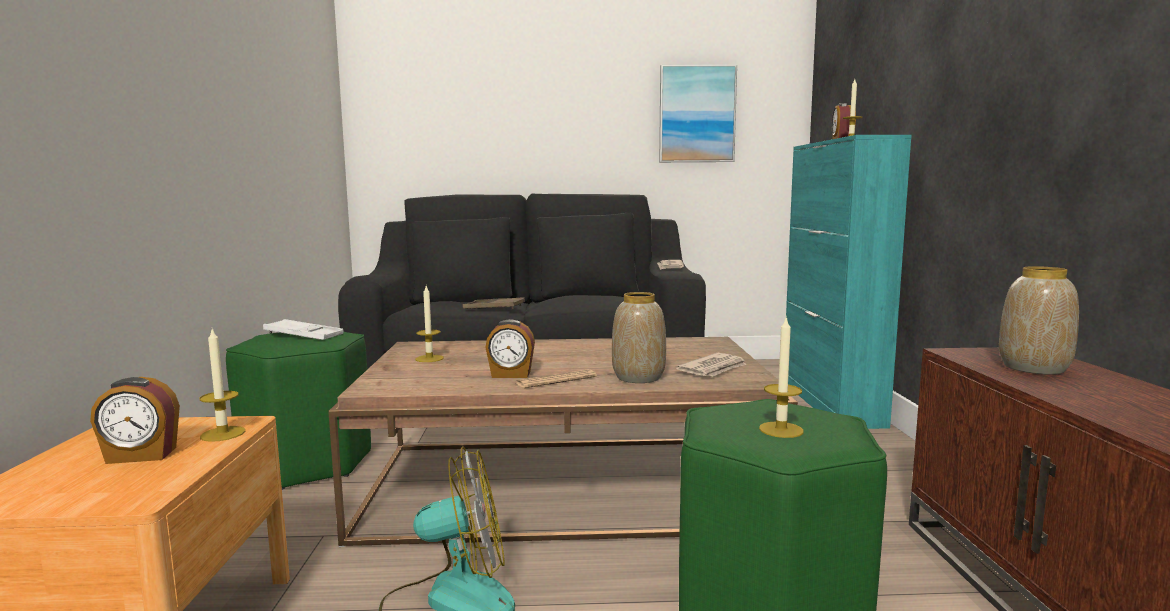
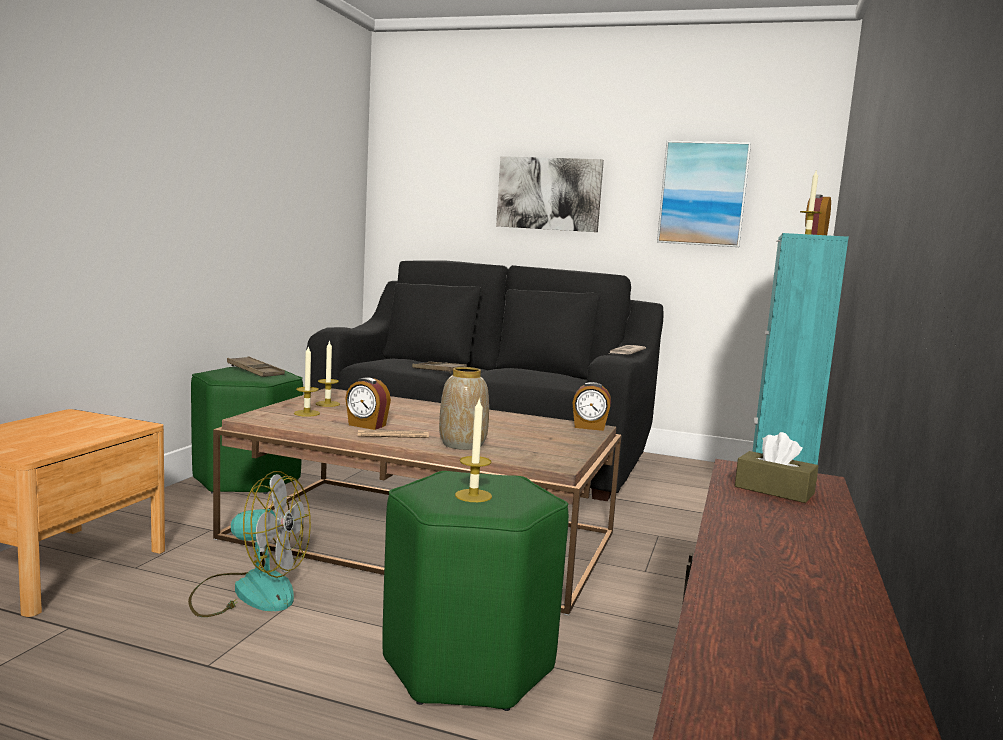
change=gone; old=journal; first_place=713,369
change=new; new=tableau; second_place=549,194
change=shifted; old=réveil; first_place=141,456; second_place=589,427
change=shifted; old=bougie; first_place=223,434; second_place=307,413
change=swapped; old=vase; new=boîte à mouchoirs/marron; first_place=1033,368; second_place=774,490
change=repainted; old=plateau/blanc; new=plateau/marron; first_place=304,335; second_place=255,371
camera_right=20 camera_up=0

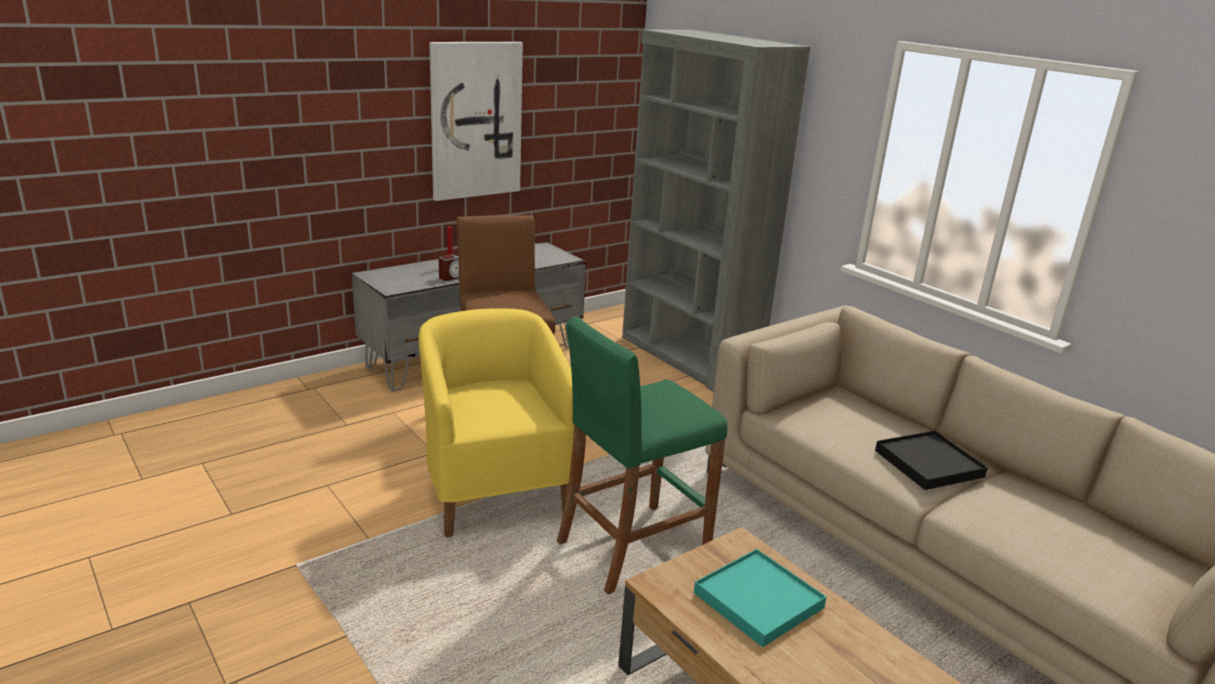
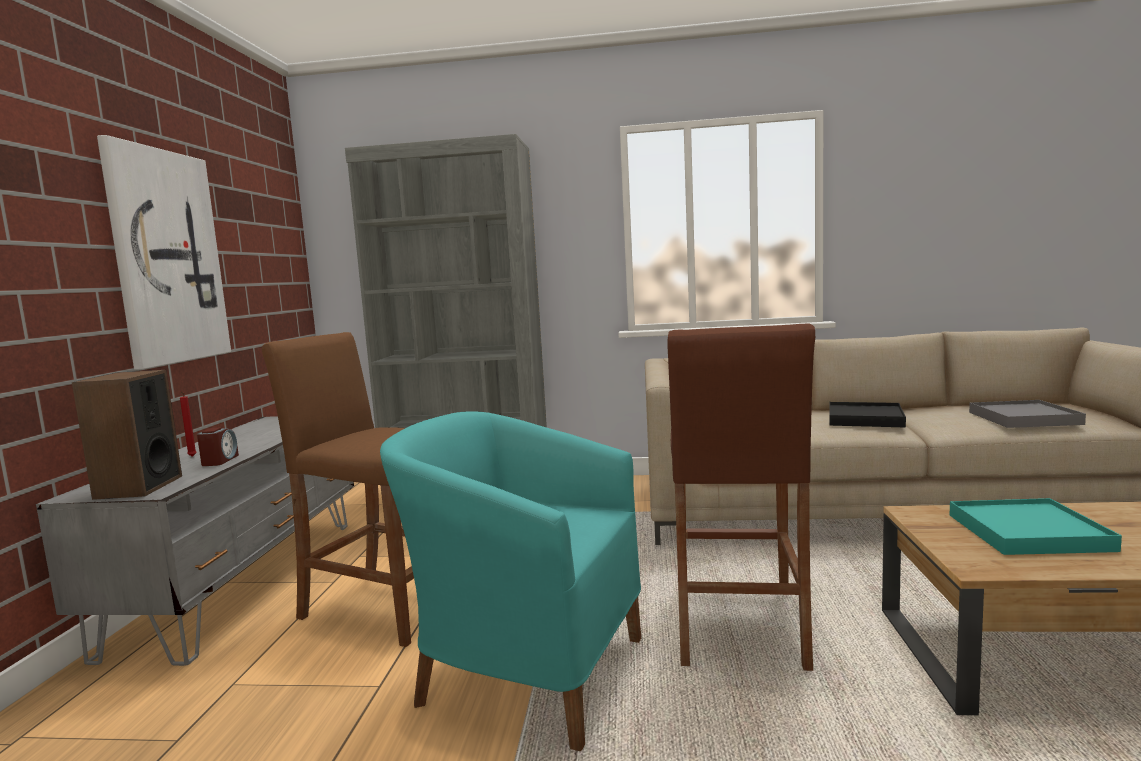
change=new; new=enceinte; second_place=138,487
change=new; new=plateau/gris; second_place=1023,418
change=repainted; old=fauteuil/jaune; new=fauteuil/turquoise; first_place=494,490; second_place=526,671
change=repainted; old=tabouret/vert; new=tabouret/marron; first_place=632,547; second_place=737,625
camera_right=-45 camera_up=-15

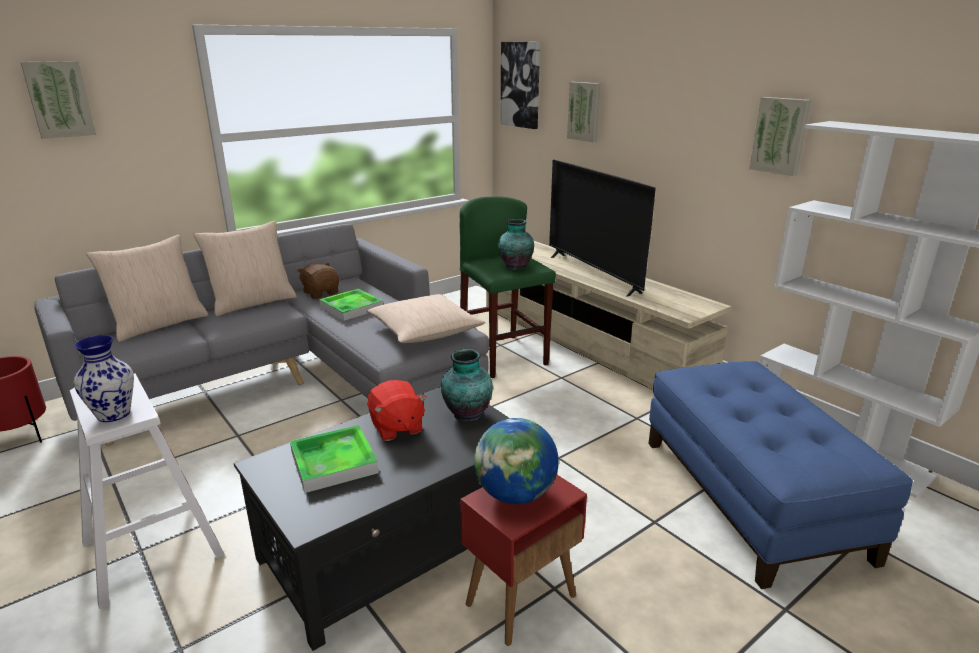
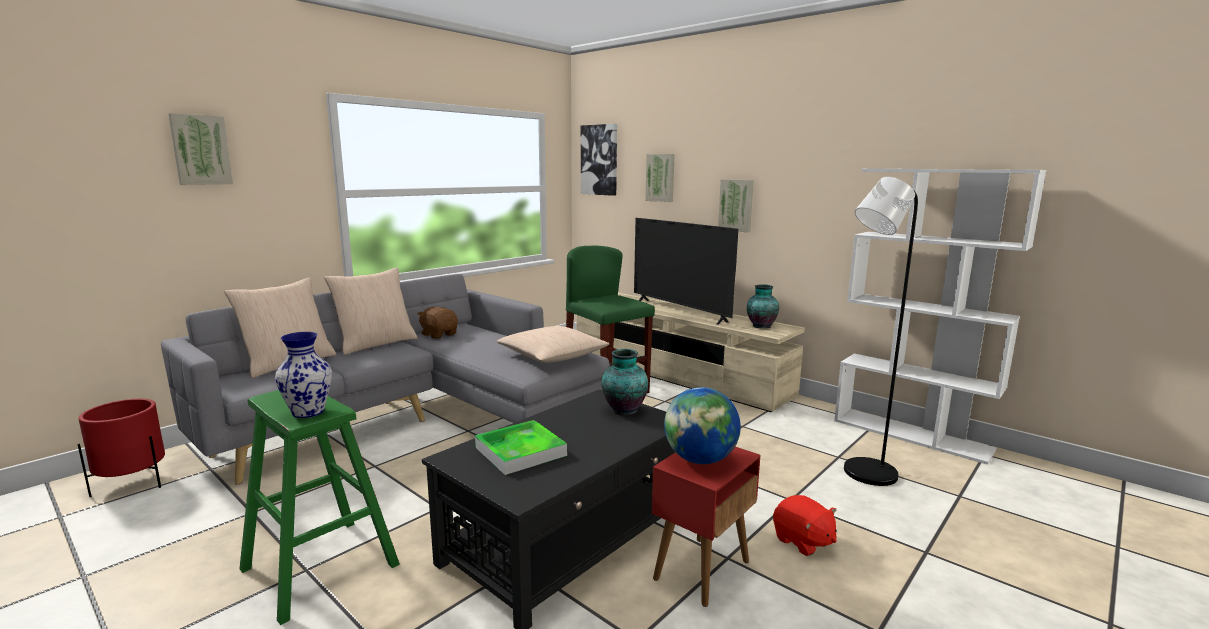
change=gone; old=plateau; first_place=351,308
change=shifted; old=peluche/rouge; first_place=396,427; second_place=803,541
change=shifted; old=vase; first_place=515,266; second_place=760,326
change=shifted; old=tableau; first_place=780,135; second_place=736,205
change=swapped; old=pouf/bleu; new=lampadaire/noir; first_place=752,497; second_place=862,474
change=repainted; old=tabouret/blanc; new=tabouret/vert; first_place=152,548; second_place=320,567
camera_right=-10 camera_up=-10

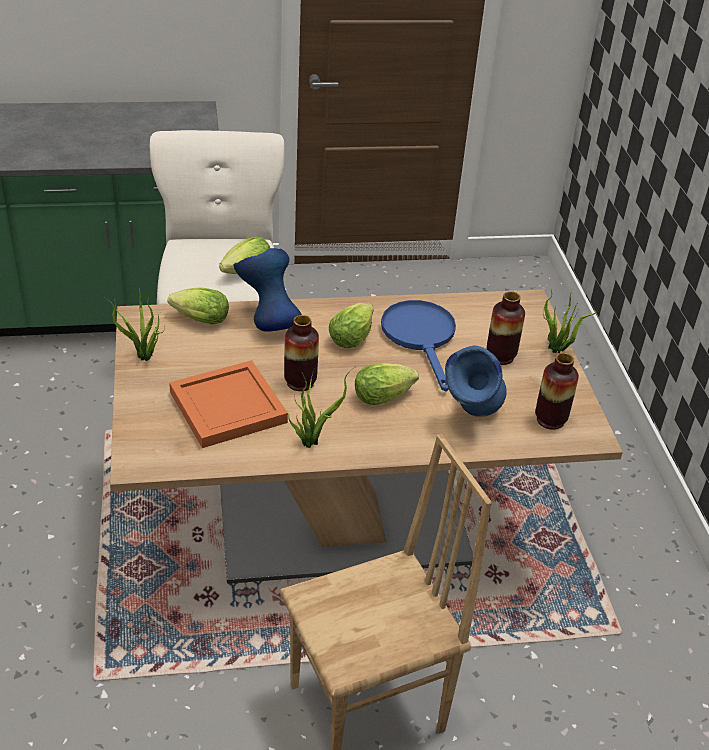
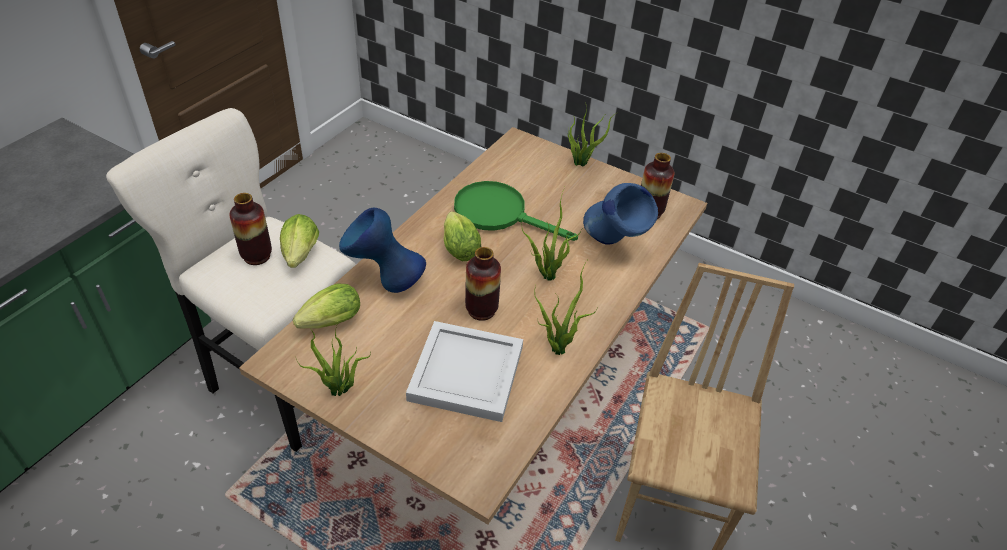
change=shifted; old=vase; first_place=500,356; second_place=257,256
change=swapped; old=laitue; new=plante en pot; first_place=386,396; second_place=546,274
change=repainted; old=plateau/orange; new=plateau/blanc; first_place=226,406; second_place=464,374
change=repainted; old=poêle/bleu; new=poêle/vert; first_place=421,337; second_place=499,213
camera_right=-50 camera_up=5

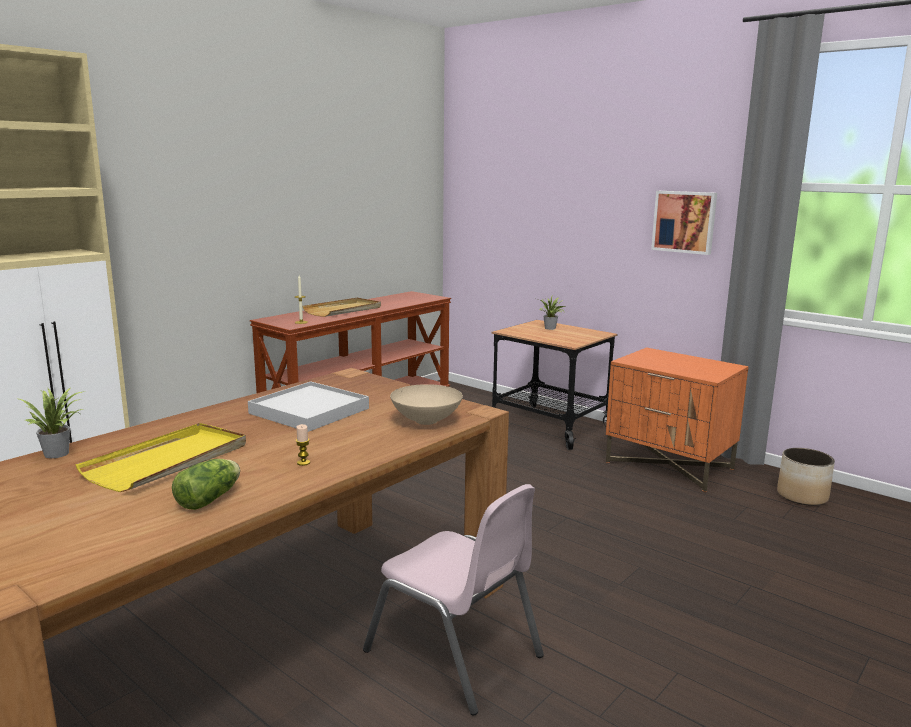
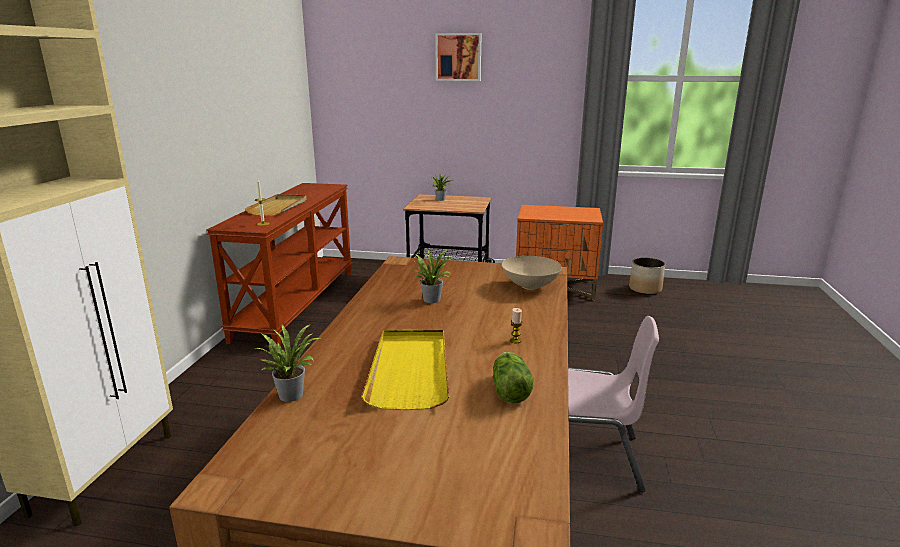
change=shifted; old=tableau; first_place=684,222; second_place=458,57
change=swapped; old=plateau/blanc; new=plante en pot; first_place=309,411; second_place=432,299
camera_right=-30 camera_up=5

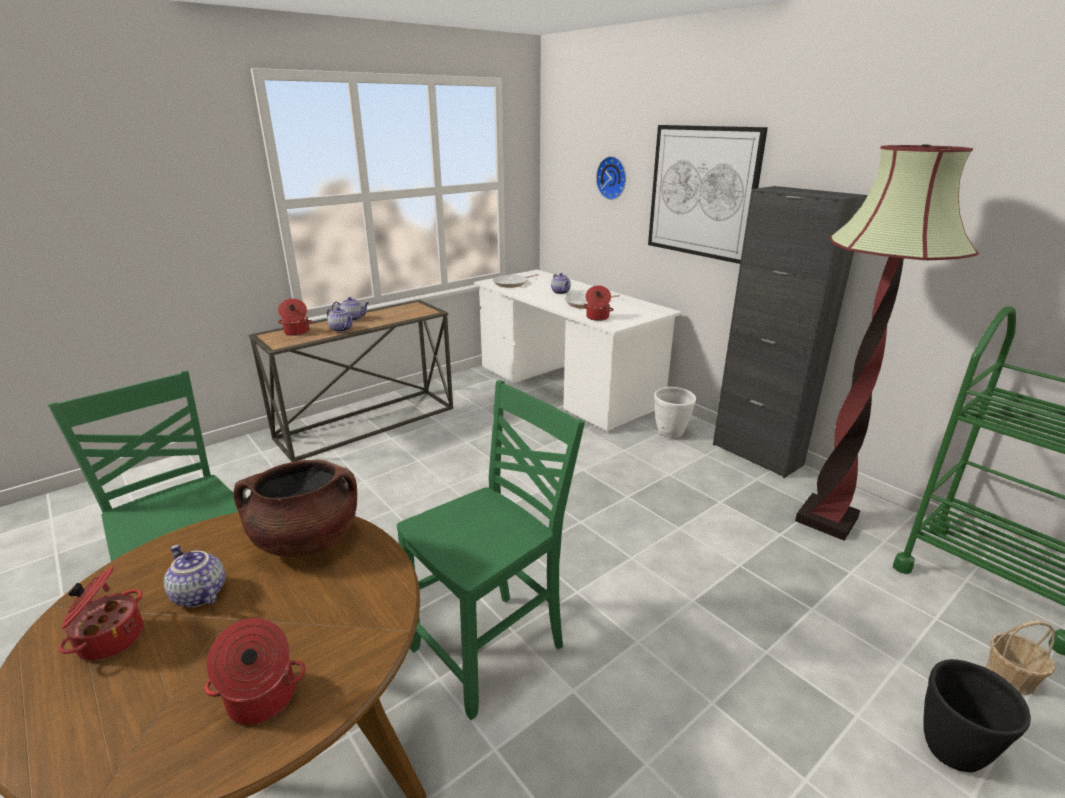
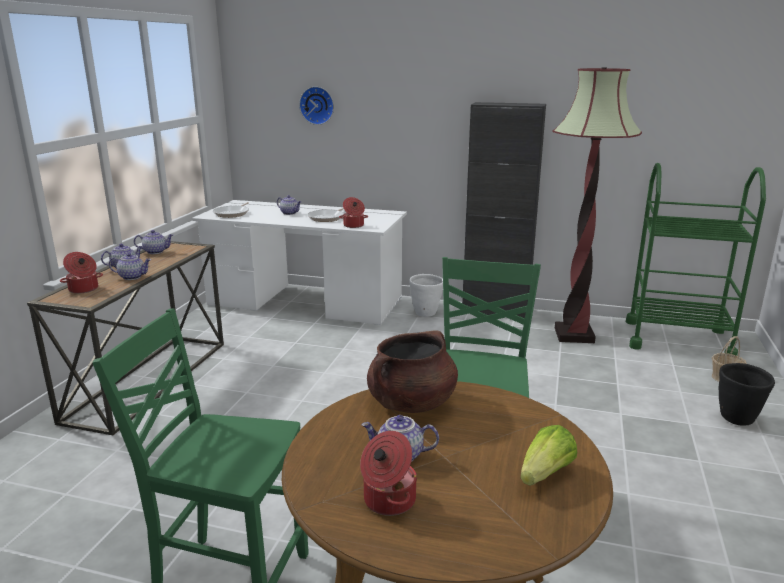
change=gone; old=tableau; first_place=702,192
change=new; new=théière; second_place=155,251
change=swapped; old=marmite; new=laitue; first_place=261,699; second_place=545,474
camera_right=-35 camera_up=-5

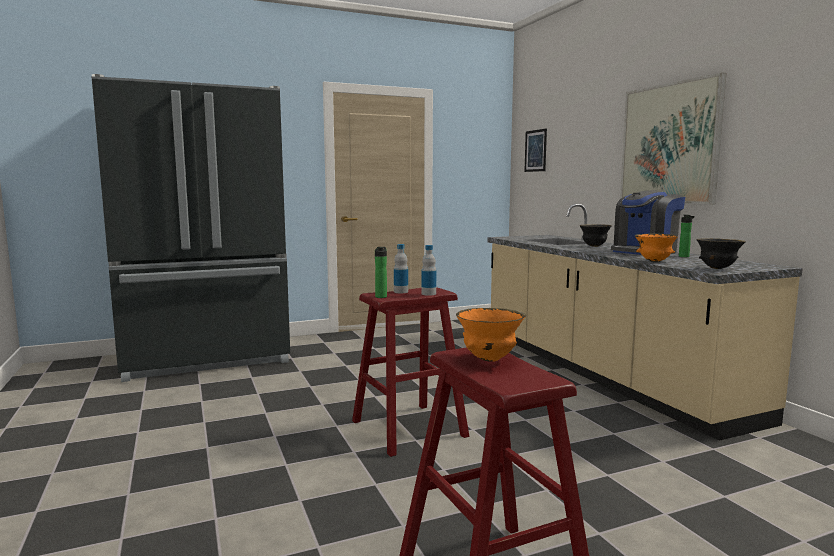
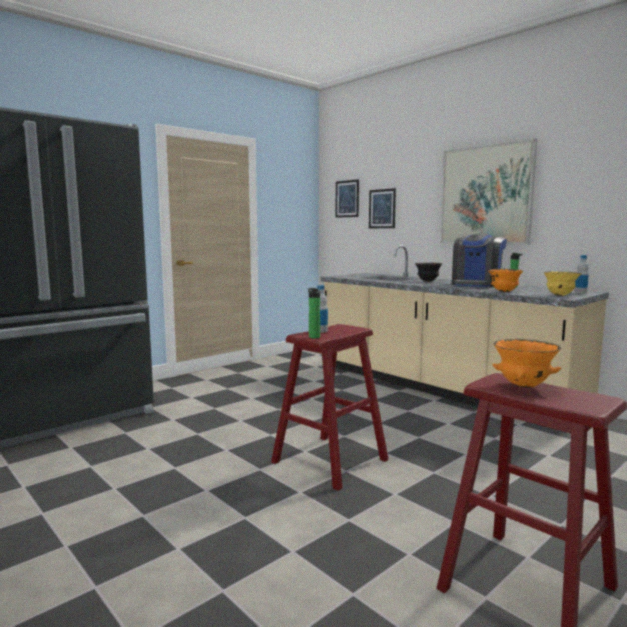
change=new; new=tableau; second_place=382,208
change=shifted; old=bouteille; first_place=428,294; second_place=580,292
change=repainted; old=bol/noir; new=bol/jaune; first_place=717,268; second_place=560,295
camera_right=-20 camera_up=0

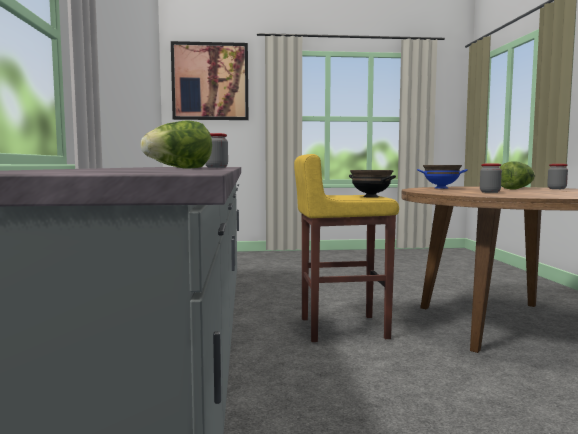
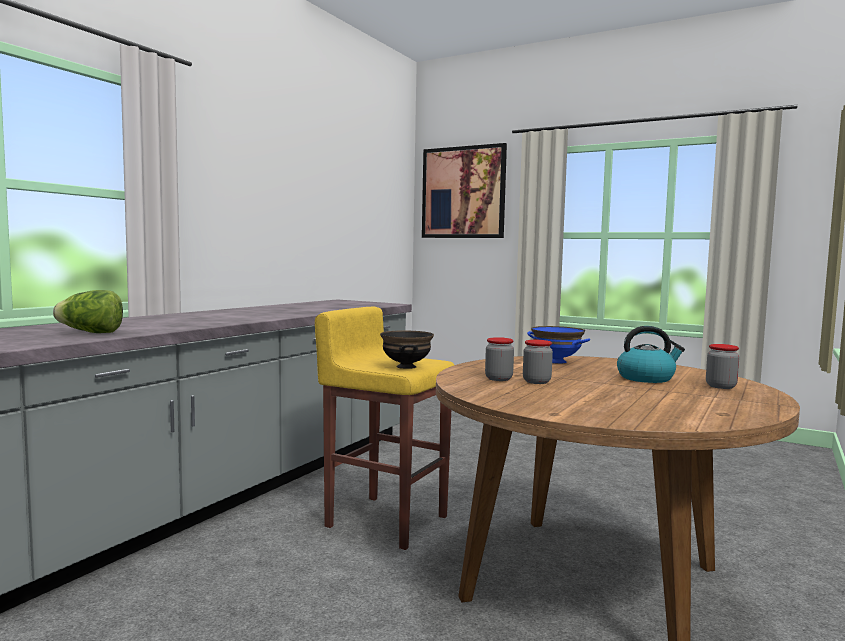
change=shifted; old=bocal; first_place=216,167; second_place=498,379
change=swapped; old=laitue; new=bouilloire; first_place=516,189; second_place=646,378
camera_right=35 camera_up=0

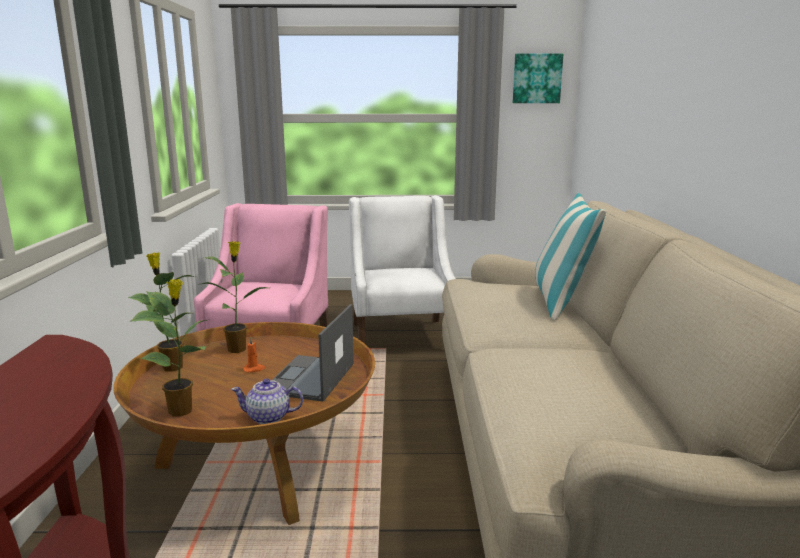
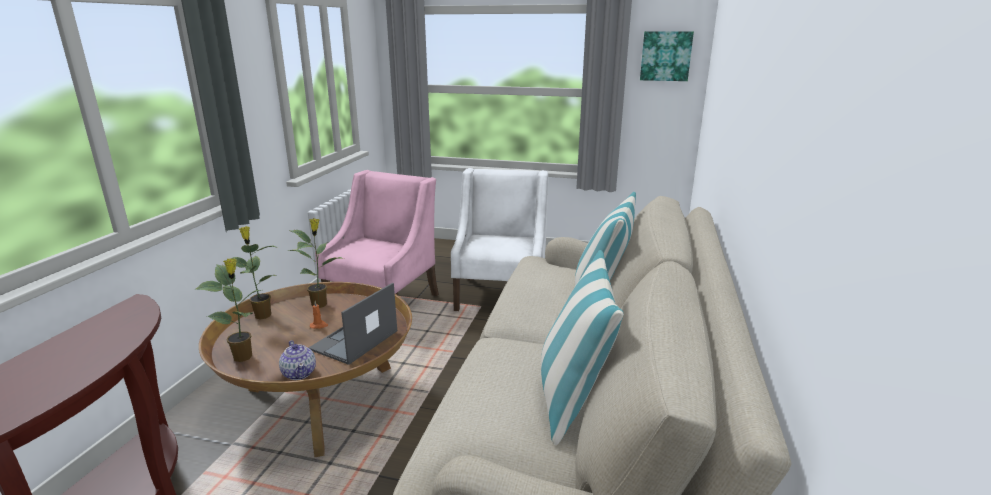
change=new; new=coussin; second_place=573,397
change=rotated; old=théière; first_place=269,417; second_place=299,373; degrees=-135
camera_right=15 camera_up=5

